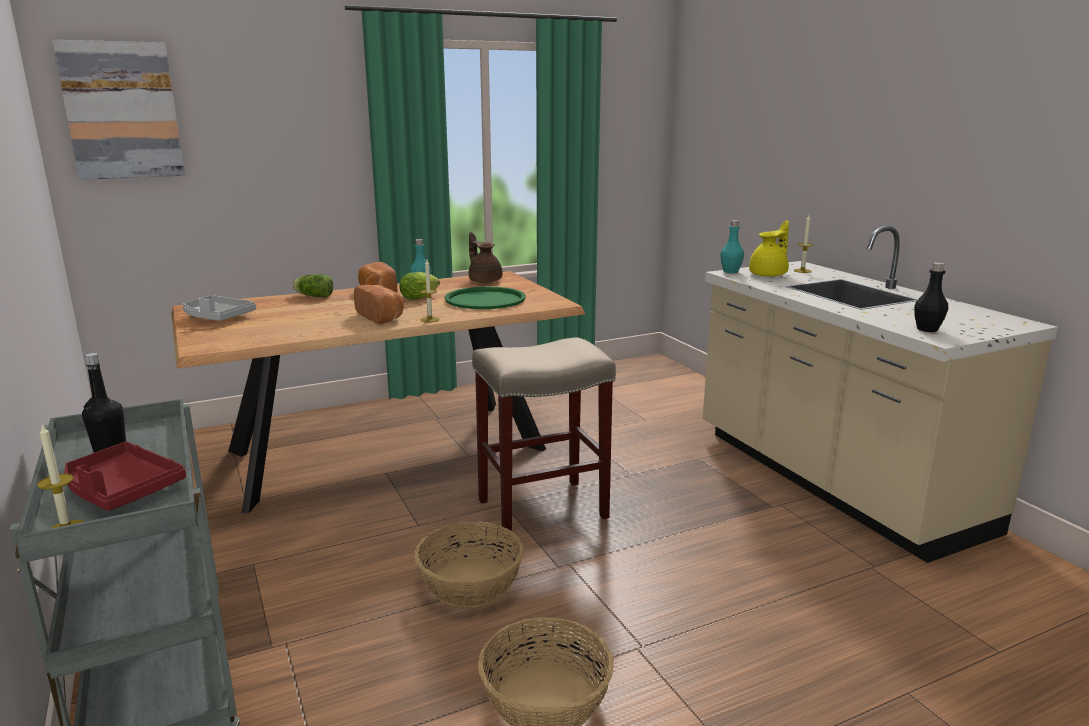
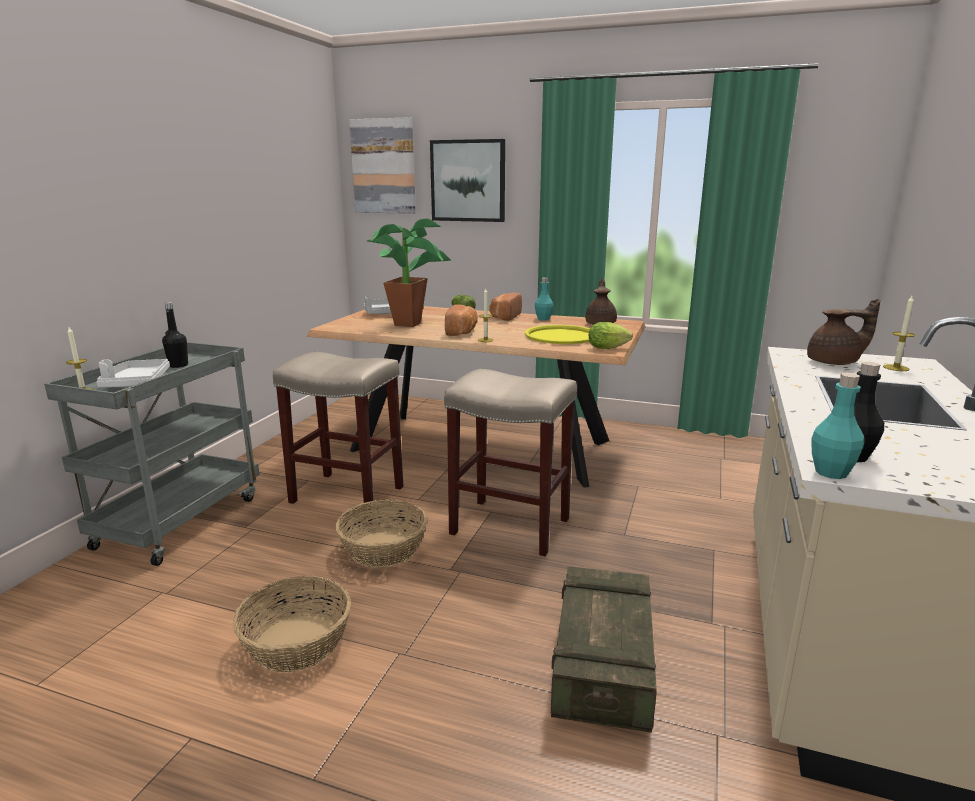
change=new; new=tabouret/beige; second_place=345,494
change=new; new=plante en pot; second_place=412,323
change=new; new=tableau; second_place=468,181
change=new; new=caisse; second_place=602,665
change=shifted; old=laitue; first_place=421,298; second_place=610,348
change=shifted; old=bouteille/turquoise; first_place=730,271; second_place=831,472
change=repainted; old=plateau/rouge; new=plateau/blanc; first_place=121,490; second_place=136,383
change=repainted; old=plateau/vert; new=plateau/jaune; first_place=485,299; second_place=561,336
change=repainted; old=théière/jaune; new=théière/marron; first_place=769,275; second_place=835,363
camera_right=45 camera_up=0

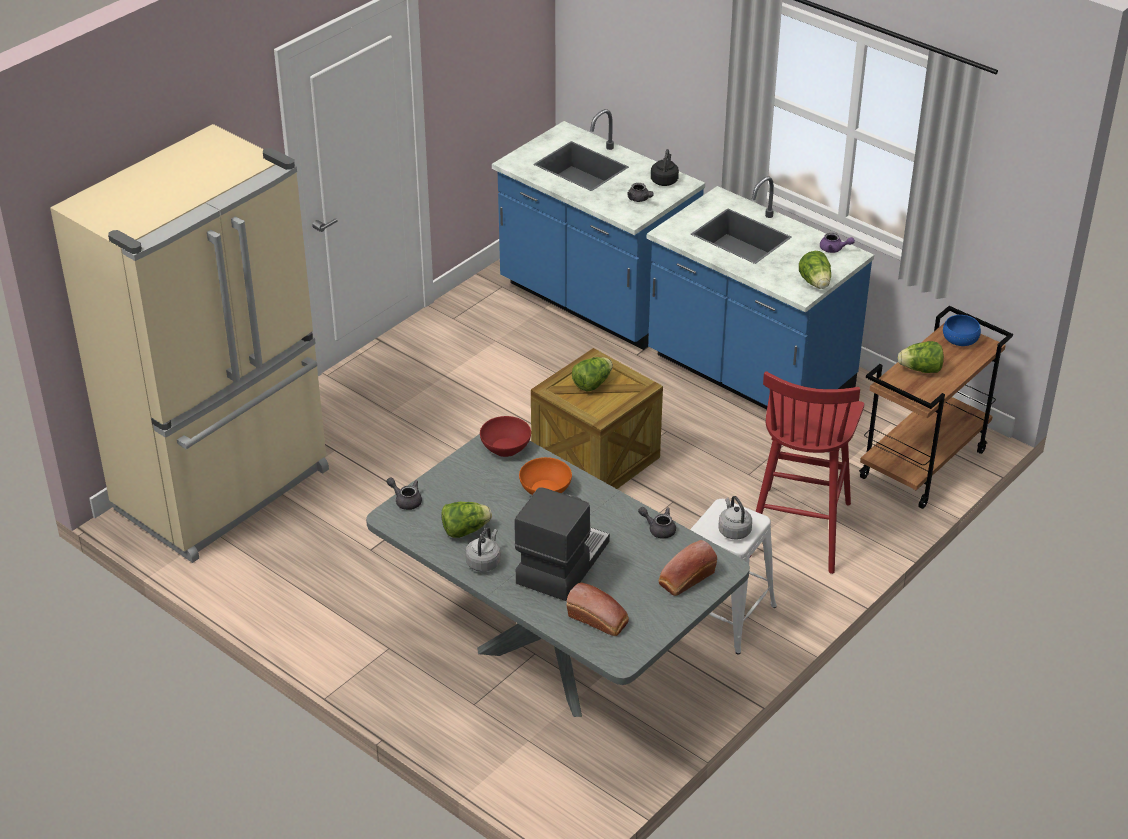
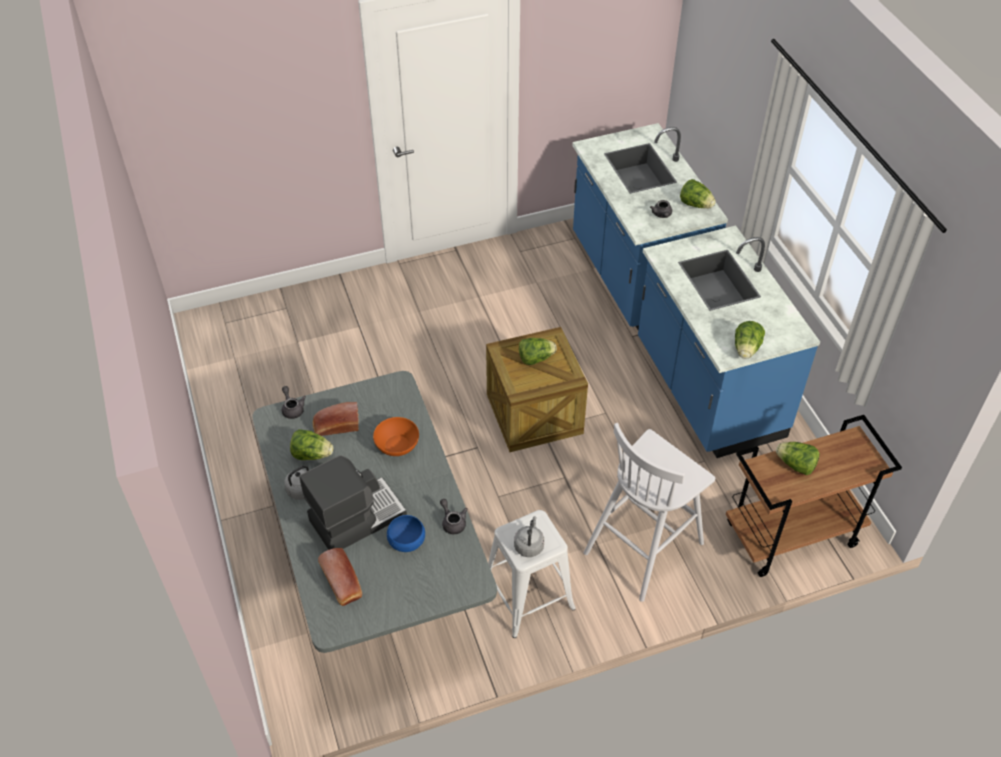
change=gone; old=réfrigérateur/beige; first_place=226,491
change=gone; old=bol/rouge; first_place=505,447
change=gone; old=théière/violet; first_place=834,249
change=shifted; old=pain; first_place=685,579; second_place=336,426
change=shifted; old=bol/bleu; first_place=960,339; second_place=406,540
change=swapped; old=bouilloire/noir; new=laitue; first_place=664,180; second_place=696,205
change=repainted; old=tabouret/rouge; new=tabouret/blanc; first_place=799,528; second_place=645,546
camera_right=30 camera_up=10

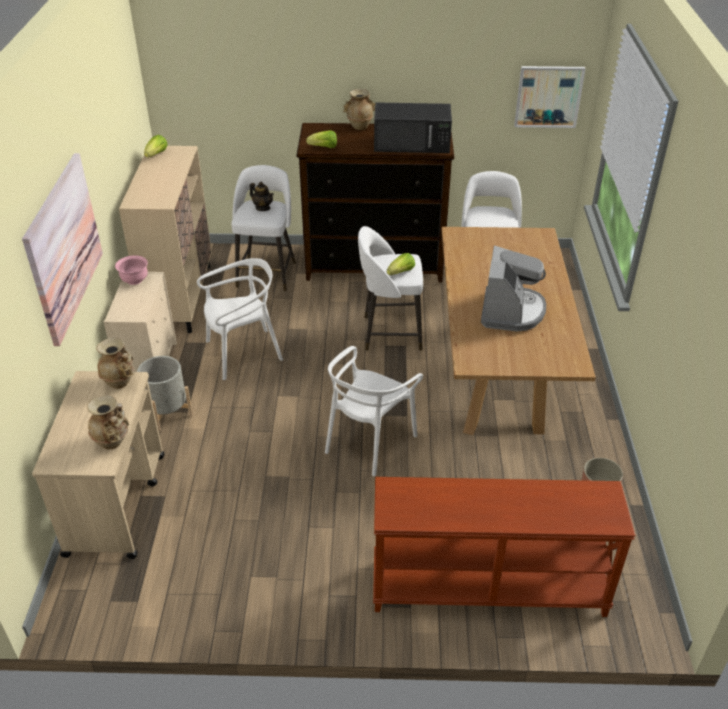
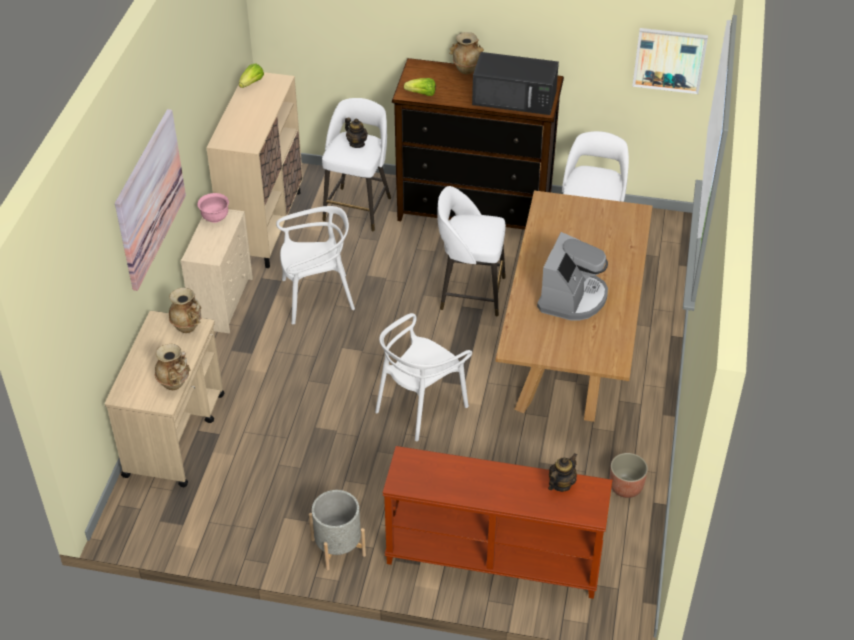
change=gone; old=laitue; first_place=401,272
change=new; new=théière; second_place=561,484
change=shifted; old=cache-pot/gris; first_place=167,412; second_place=338,547
camera_right=10 camera_up=5

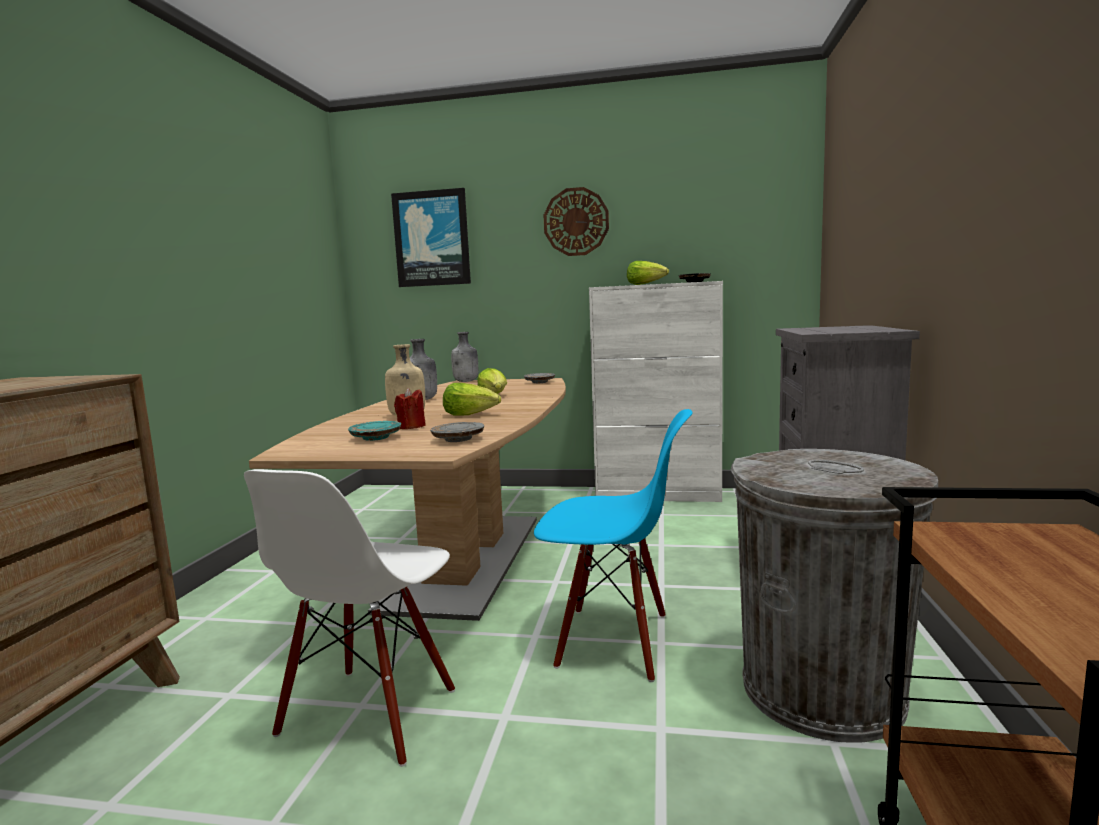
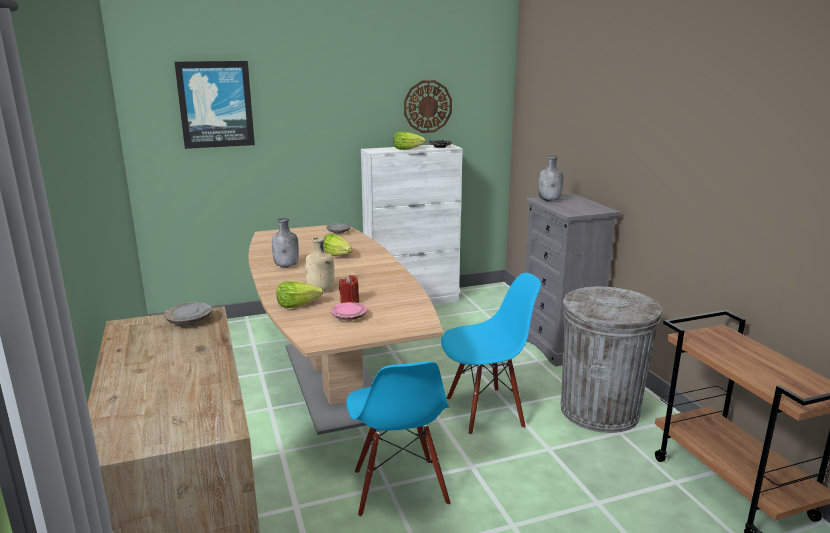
change=shifted; old=assiette/gris; first_place=458,439; second_place=189,321
change=shifted; old=laitue; first_place=470,415; second_place=298,305
change=shifted; old=bouteille/gris; first_place=466,381; second_place=550,200
change=shifted; old=horloge murale; first_place=576,222; second_place=427,106
change=repainted; old=chaise/blanc; new=chaise/bleu; first_place=369,714; second_place=399,488
change=repainted; old=assiette/turquoise; new=assiette/rose; first_place=376,438; second_place=349,317
camera_right=-30 camera_up=10

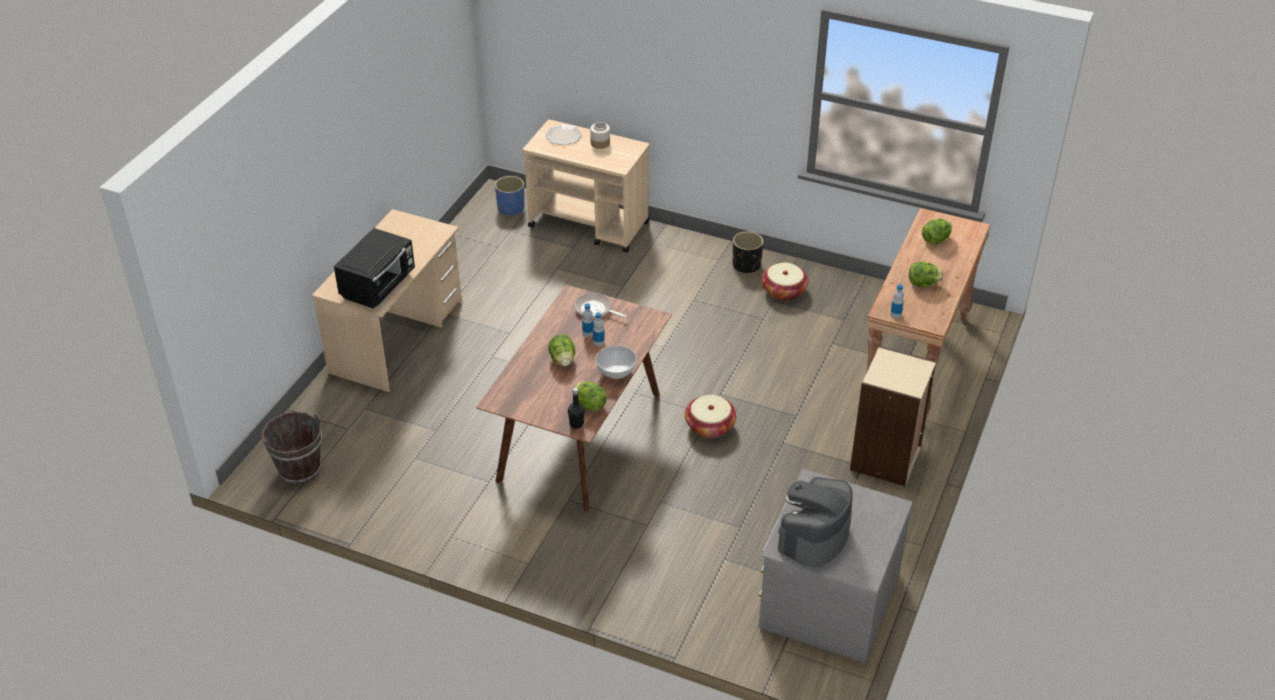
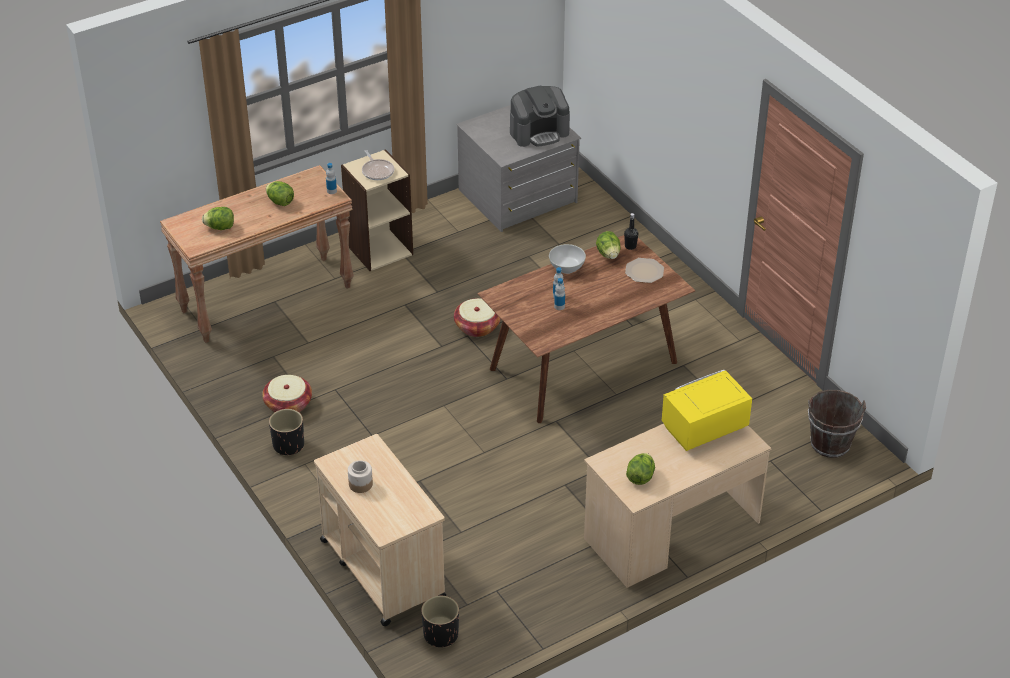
change=shifted; old=assiette; first_place=563,135; second_place=644,271
change=shifted; old=laitue; first_place=562,360; second_place=640,477
change=shifted; old=poêle; first_place=595,309; second_place=377,171
change=repainted; old=micro-ondes/noir; new=micro-ondes/jaune; first_place=379,285; second_place=703,428
change=repainted; old=cache-pot/bleu; new=cache-pot/noir; first_place=511,208; second_place=440,635
camera_right=-145 camera_up=0

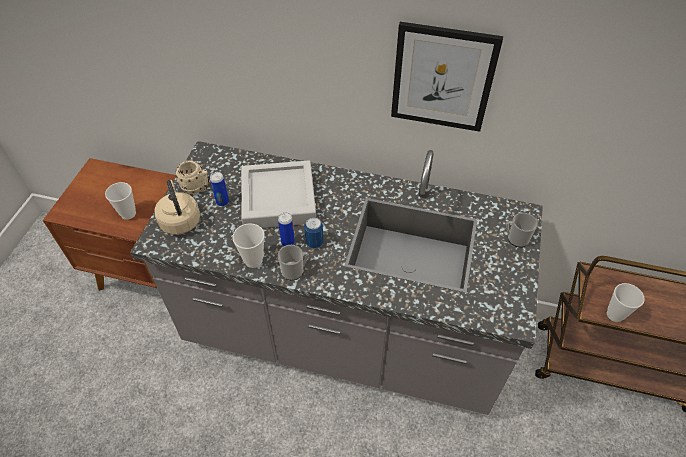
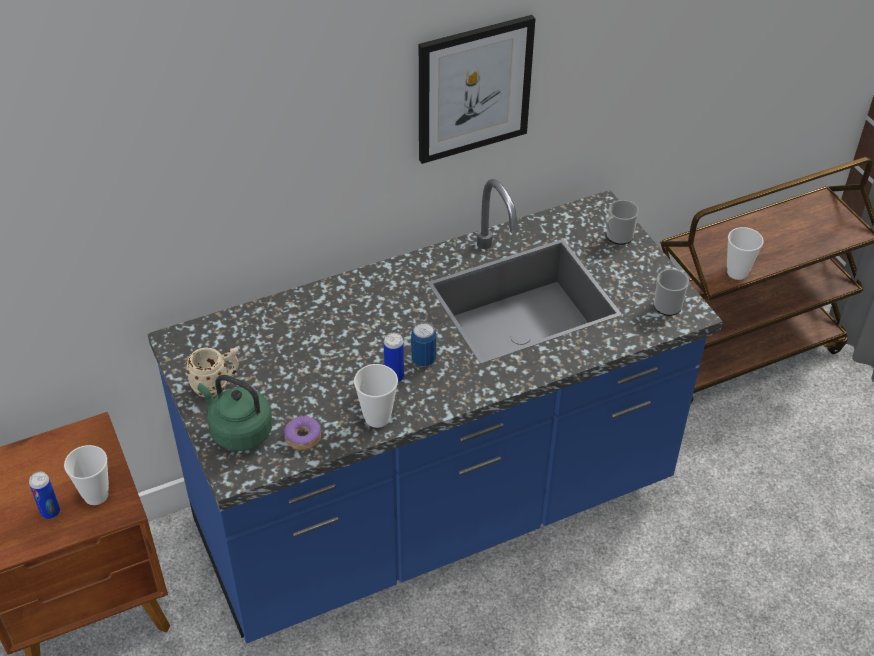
change=gone; old=plateau/gris; first_place=278,199
change=new; new=beignet; second_place=302,437
change=shifted; old=boîte métallique; first_place=222,202; second_place=50,512
change=shifted; old=mug; first_place=295,270; second_place=669,303
change=repainted; old=comptoir de cuisine/gris; new=comptoir de cuisine/bleu; first_place=343,336; second_place=434,510
change=repainted; old=bouilloire/beige; new=bouilloire/vert; first_place=180,220; second_place=238,431
camera_right=-40 camera_up=-5

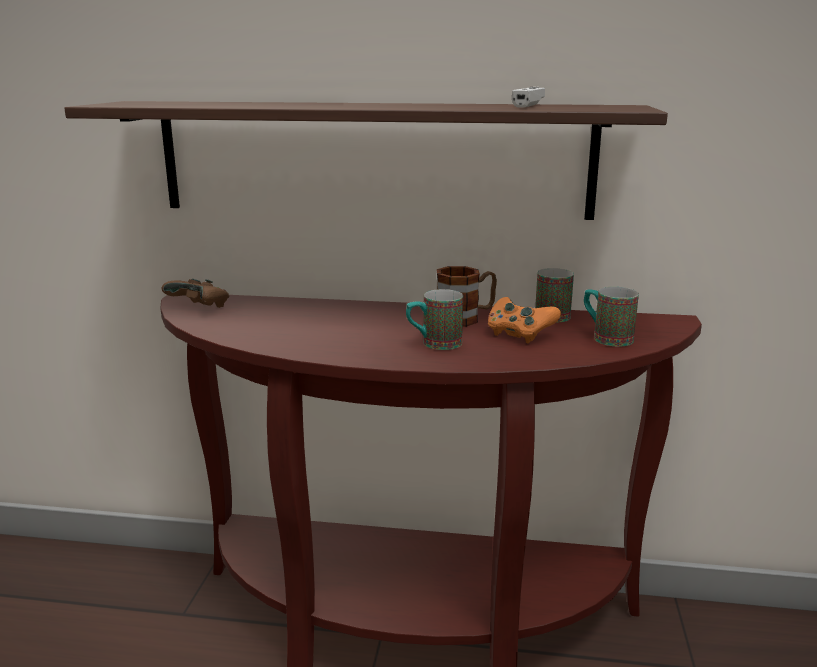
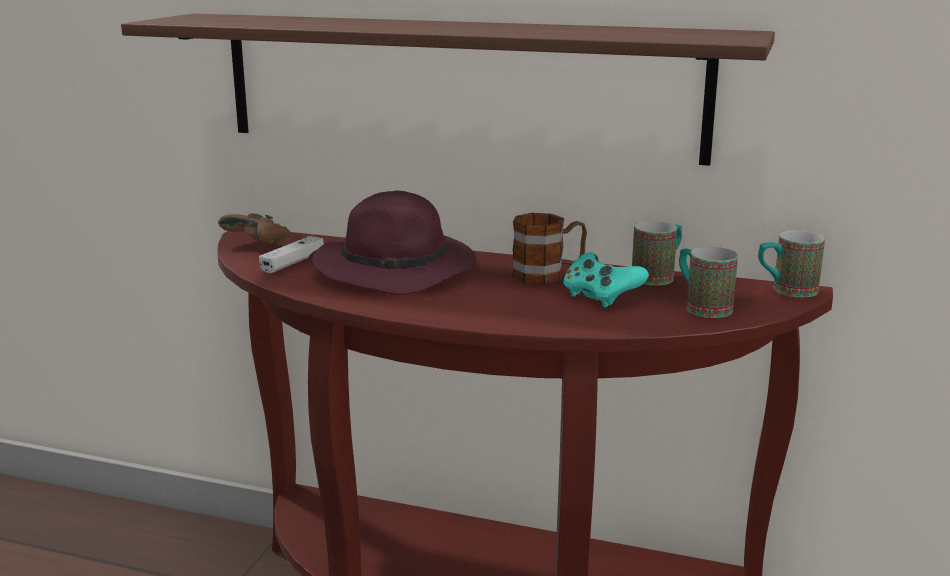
change=new; new=chapeau/violet; second_place=398,270
change=shifted; old=mug; first_place=433,344; second_place=785,290
change=shifted; old=manette/blanc; first_place=528,105; second_place=292,262
change=repainted; old=manette/orange; new=manette/turquoise; first_place=519,335; second_place=600,297
camera_right=10 camera_up=0

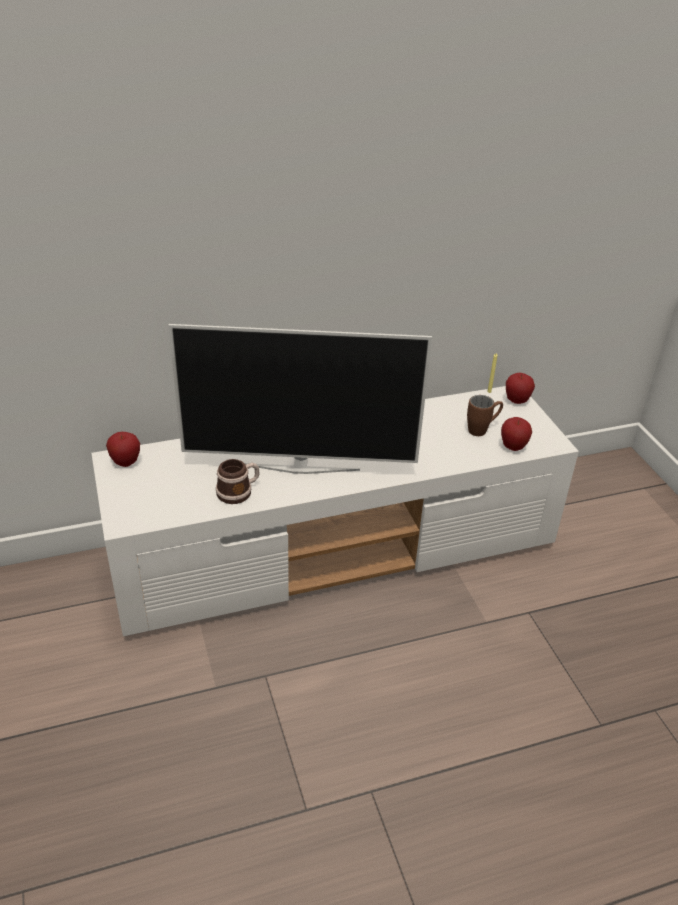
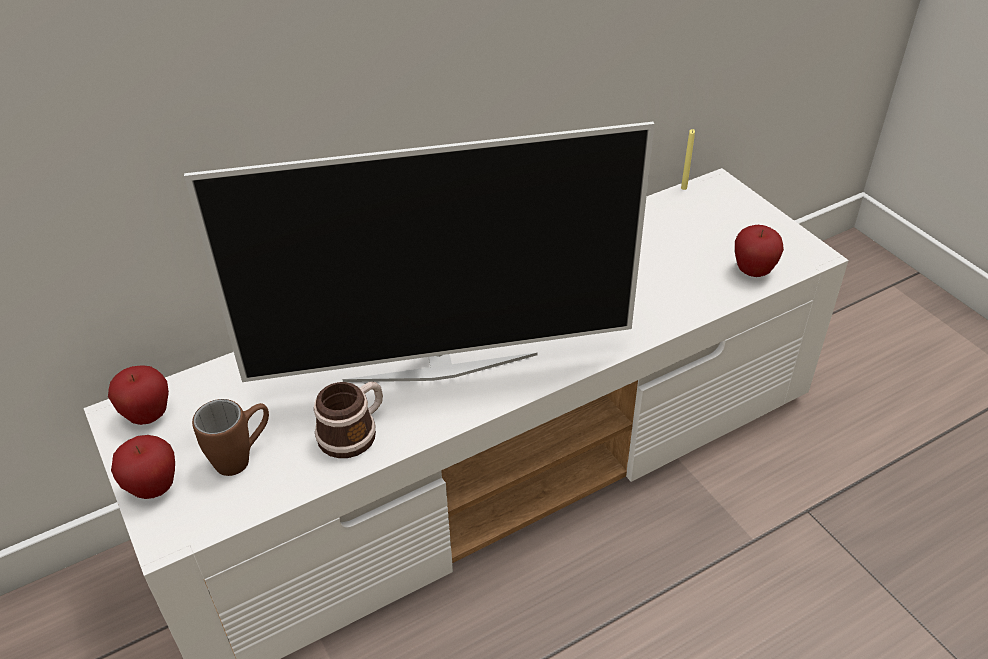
change=shifted; old=mug/marron; first_place=482,430; second_place=243,457
change=shifted; old=pomme; first_place=516,401; second_place=154,488
camera_right=-10 camera_up=5

